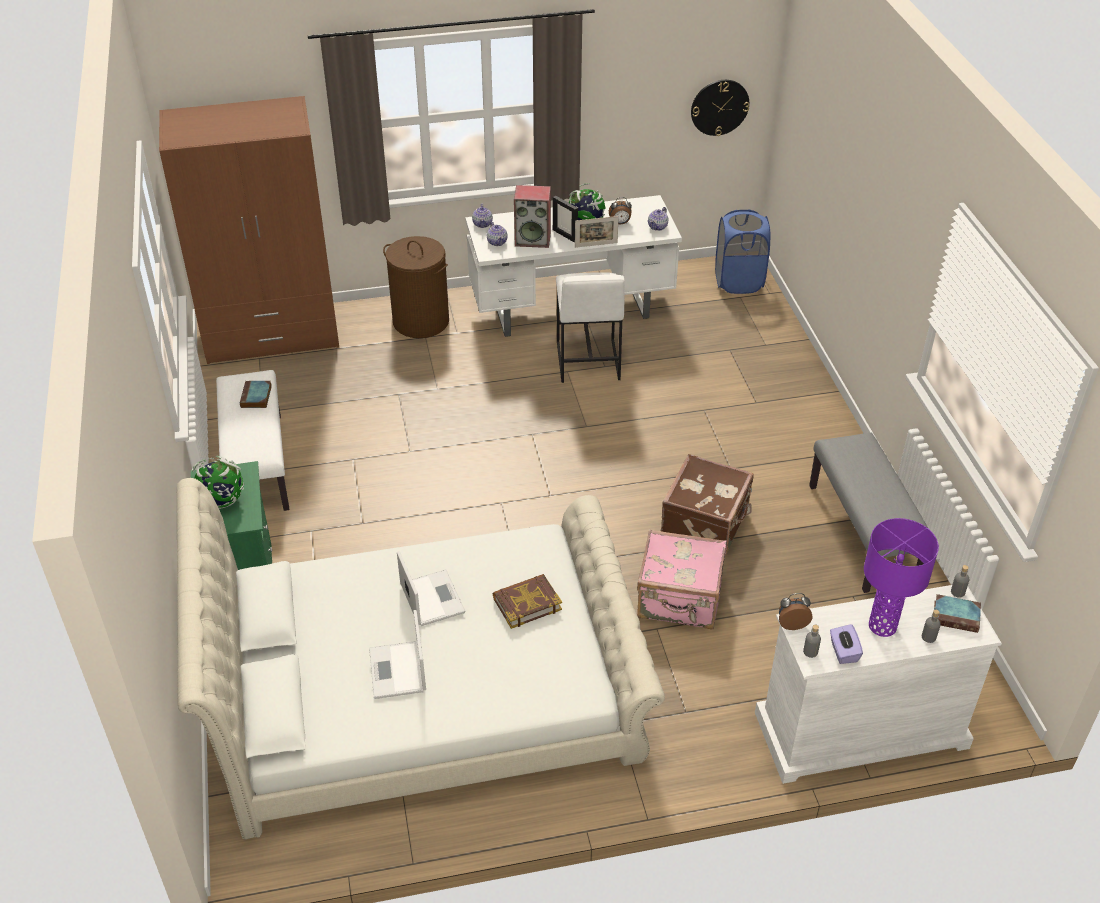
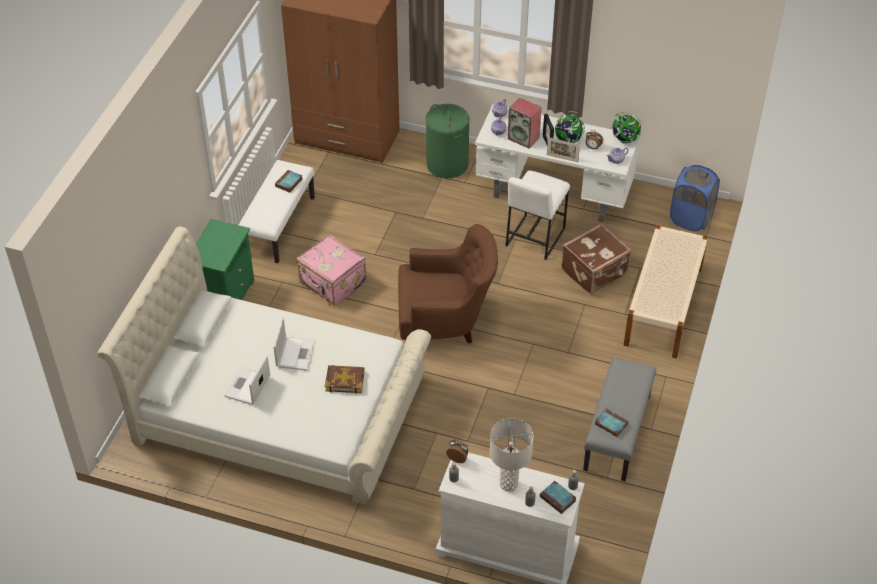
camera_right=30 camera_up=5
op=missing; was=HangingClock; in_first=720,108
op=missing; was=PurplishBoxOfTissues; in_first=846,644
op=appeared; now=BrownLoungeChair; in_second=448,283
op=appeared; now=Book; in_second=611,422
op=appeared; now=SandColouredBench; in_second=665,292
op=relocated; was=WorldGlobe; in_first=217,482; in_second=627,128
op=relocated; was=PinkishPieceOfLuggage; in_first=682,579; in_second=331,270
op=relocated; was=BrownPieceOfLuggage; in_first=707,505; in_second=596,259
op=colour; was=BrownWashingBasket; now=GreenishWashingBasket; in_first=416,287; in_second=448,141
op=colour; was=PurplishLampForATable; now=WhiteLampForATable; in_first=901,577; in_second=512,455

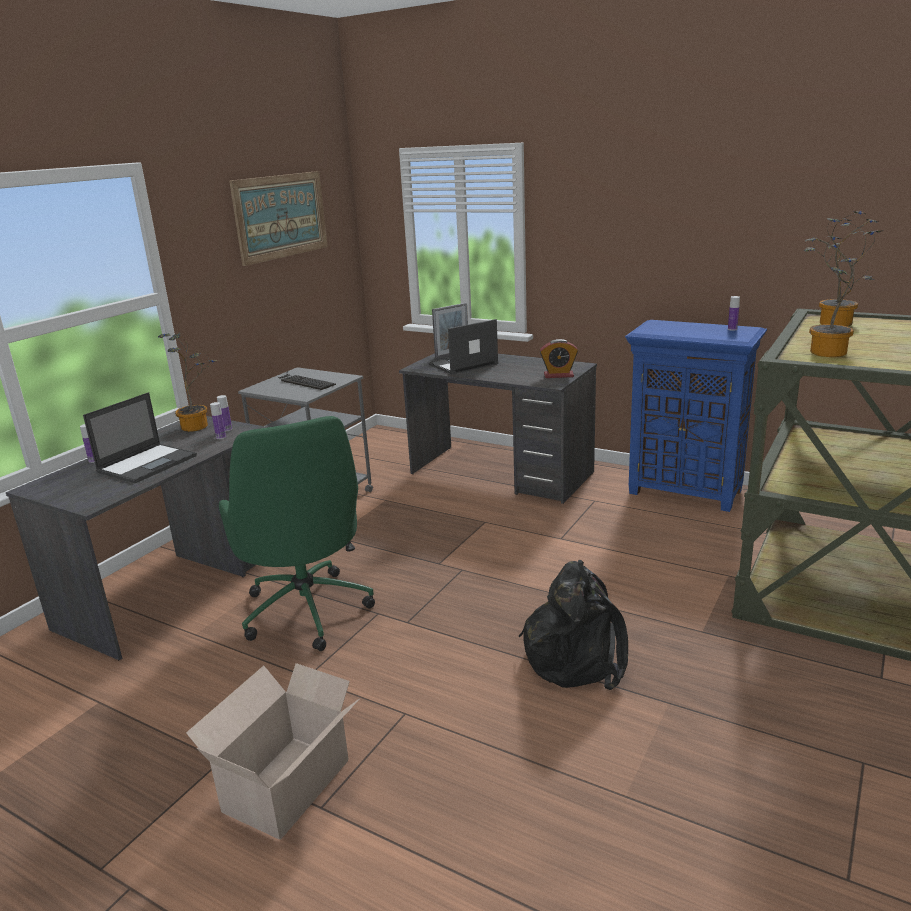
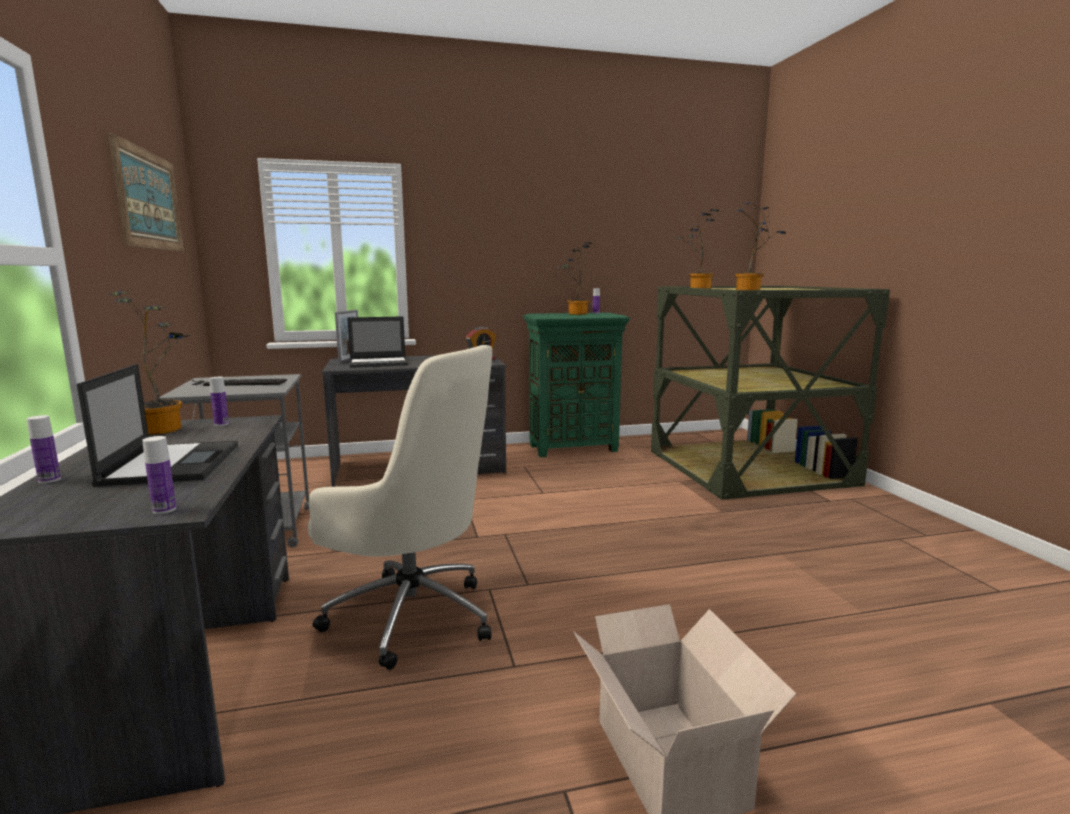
camera_right=-45 camera_up=-10
op=missing; was=BlackColouredBackpack; in_first=573,625
op=appeared; now=Houseplant; in_second=574,278
op=relocated; was=Bottle; in_first=218,420; in_second=159,475
op=colour; was=GreenishOfficeChair; now=SandColouredOfficeChair; in_first=297,533; in_second=400,507
op=colour; was=BlueColouredStorageCabinet; now=GreenishStorageCabinet; in_first=696,416; in_second=576,384
op=spun; was=PortableComputer; in_first=464,346; in_second=377,342; clockwise=-120

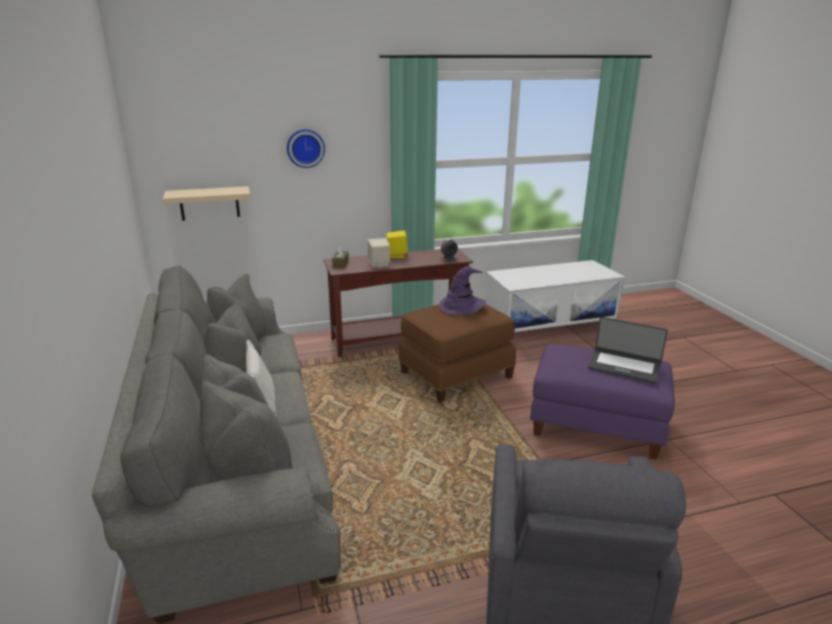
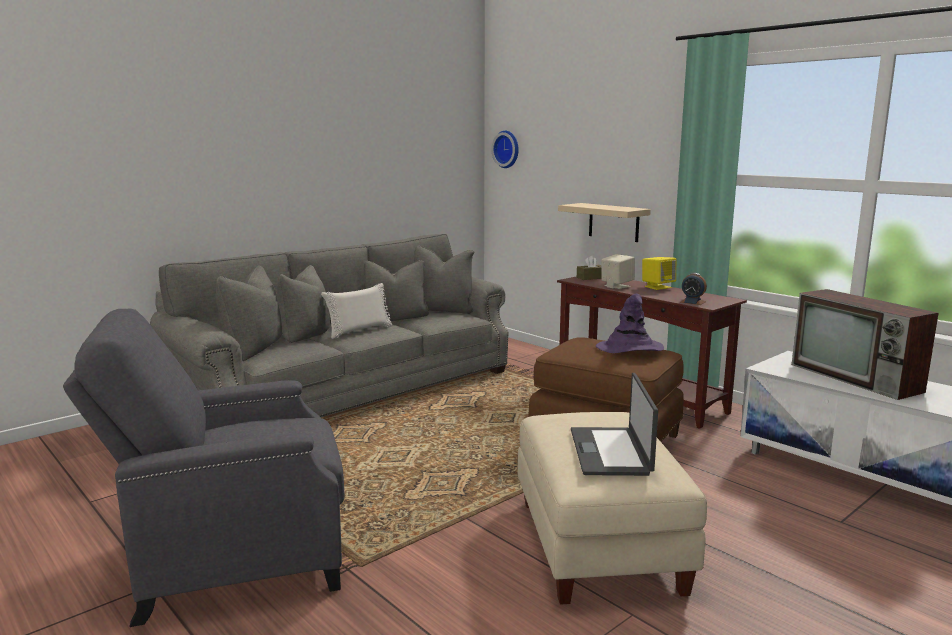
camera_right=65 camera_up=-10
op=appeared; now=TvSet; in_second=865,344
op=relocated; was=SandColouredShelf; in_first=207,203; in_second=604,222
op=relocated; was=HangingClock; in_first=306,148; in_second=505,149
op=colour; was=PurplishPouffe; now=SandColouredPouffe; in_first=602,401; in_second=612,508

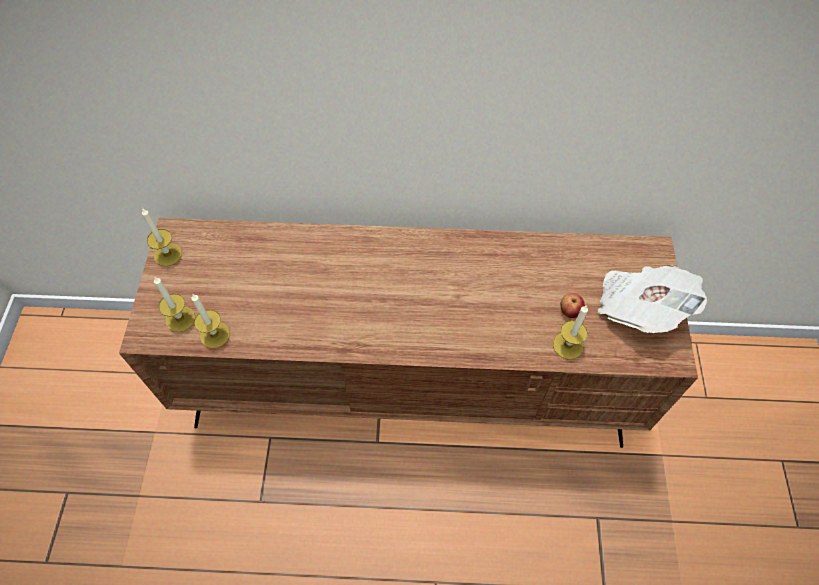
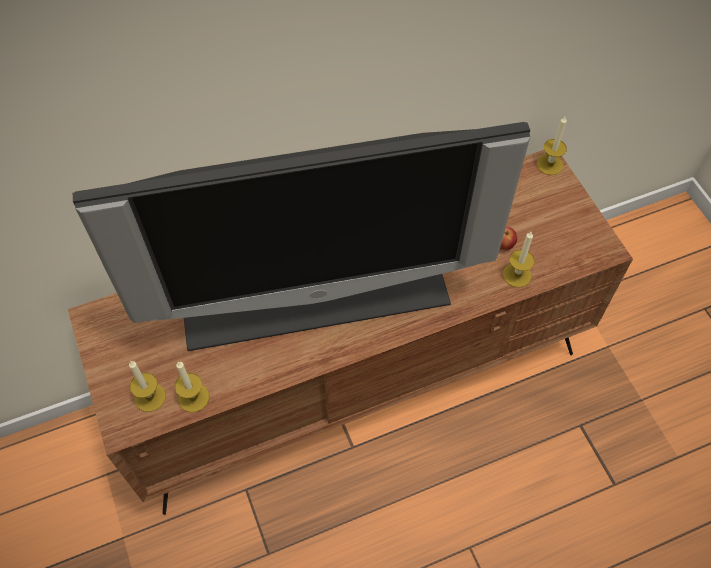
camera_right=-25 camera_up=0
op=missing; was=PrintedPaper; in_first=652,299
op=appeared; now=TvSet; in_second=301,236
op=relocated; was=WaxCandle; in_first=162,237; in_second=552,146

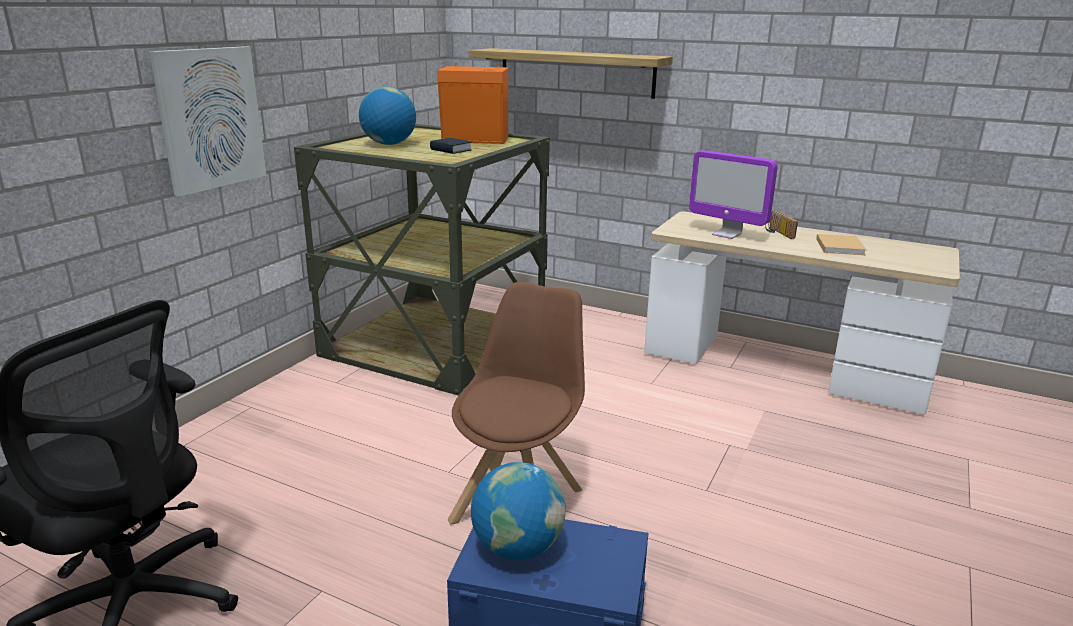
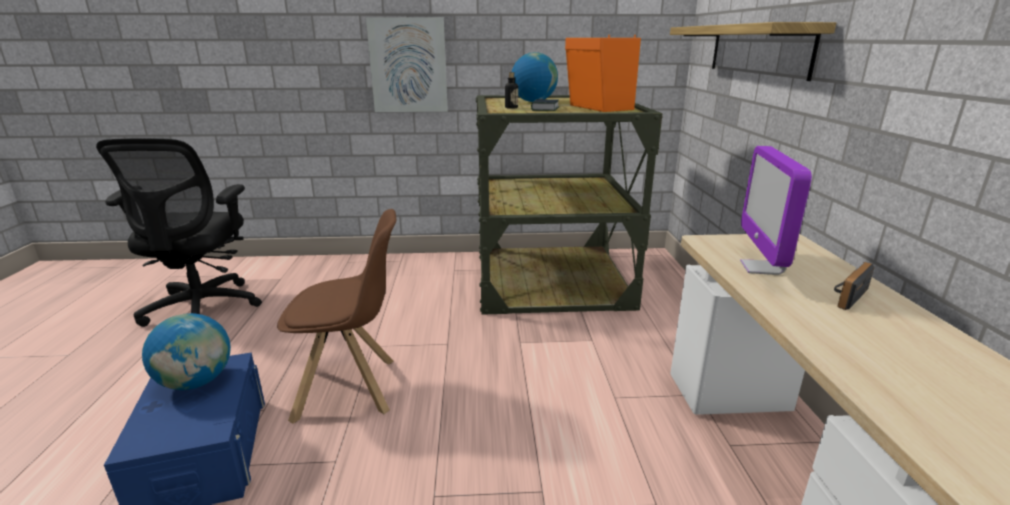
camera_right=60 camera_up=0
op=missing; was=SandColouredBook; in_first=841,244
op=appeared; now=Bottle; in_second=511,90

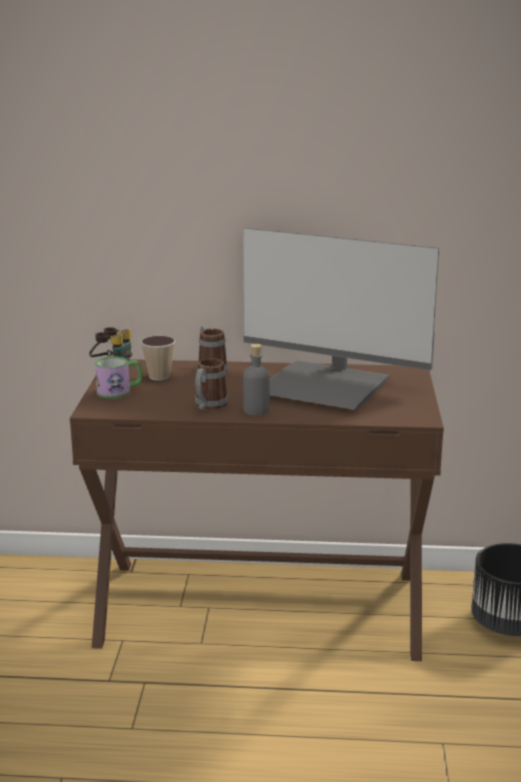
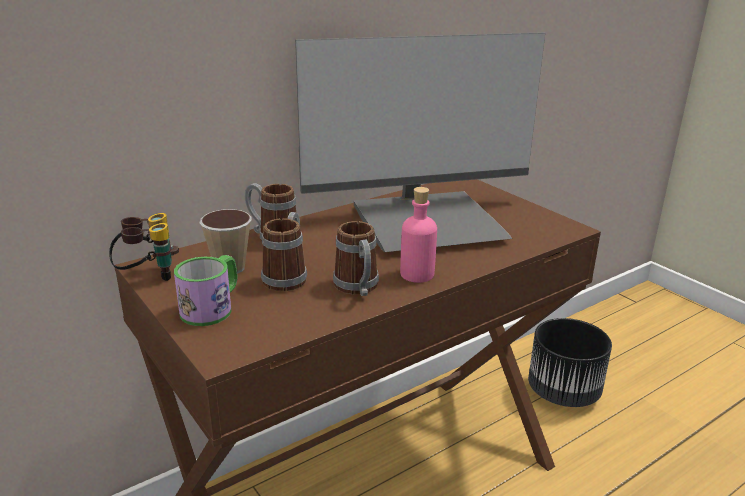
camera_right=-40 camera_up=5
op=appeared; now=TeaMug; in_second=284,251
op=colour; was=GrayBottle; now=PinkishBottle; in_first=256,380; in_second=418,235

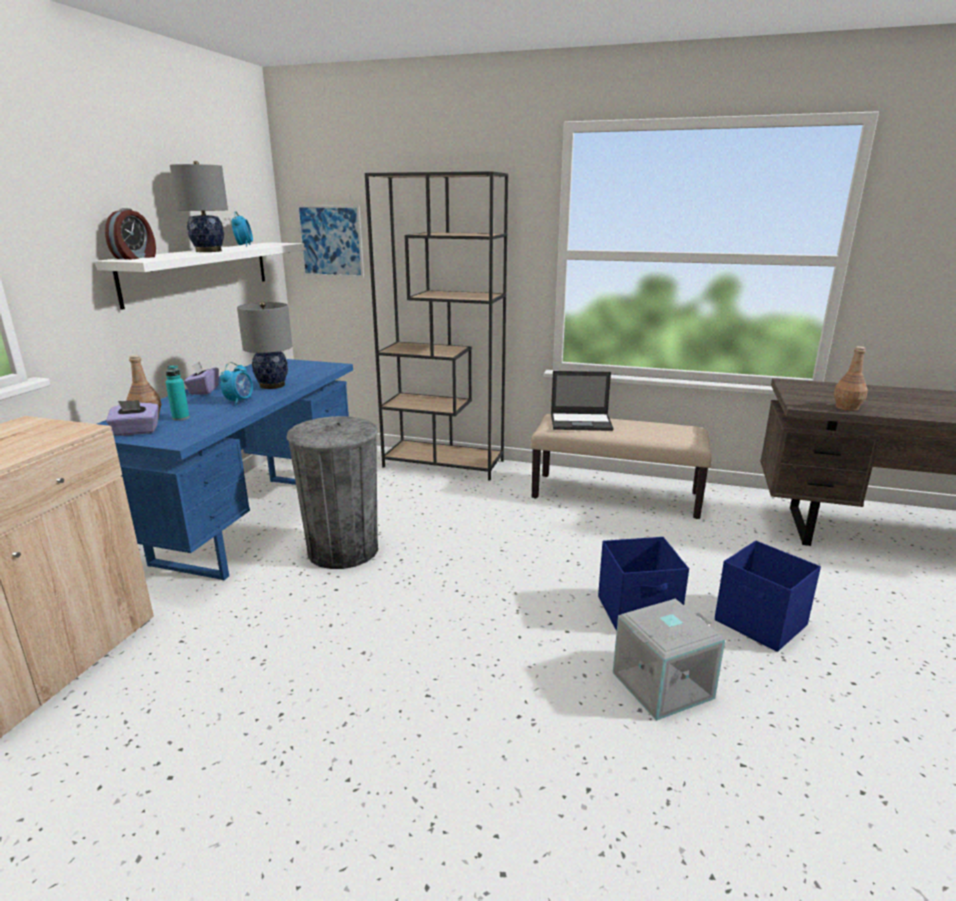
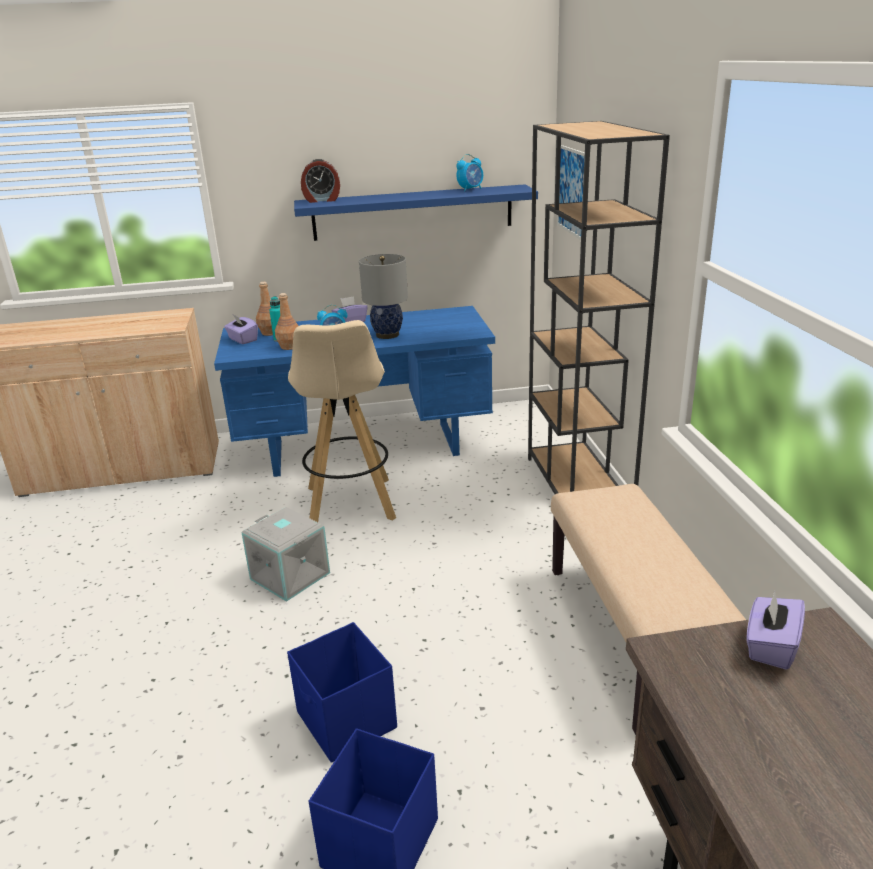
camera_right=65 camera_up=5
op=missing; was=GrayLampForATable; in_first=199,206
op=missing; was=PortableComputer; in_first=582,401
op=appeared; now=PurplishBoxOfTissues; in_second=776,630
op=relocated; was=GrayStorageBin; in_first=669,660; in_second=285,554
op=relocated; was=BrownBottle; in_first=851,378; in_second=286,321
op=exchanged; was=GrayRubbishBin; now=SandColouredSittingStool; in_first=332,492; in_second=342,421
op=colour; was=WhiteShelf; now=BlueColouredShelf; in_first=200,276; in_second=416,212

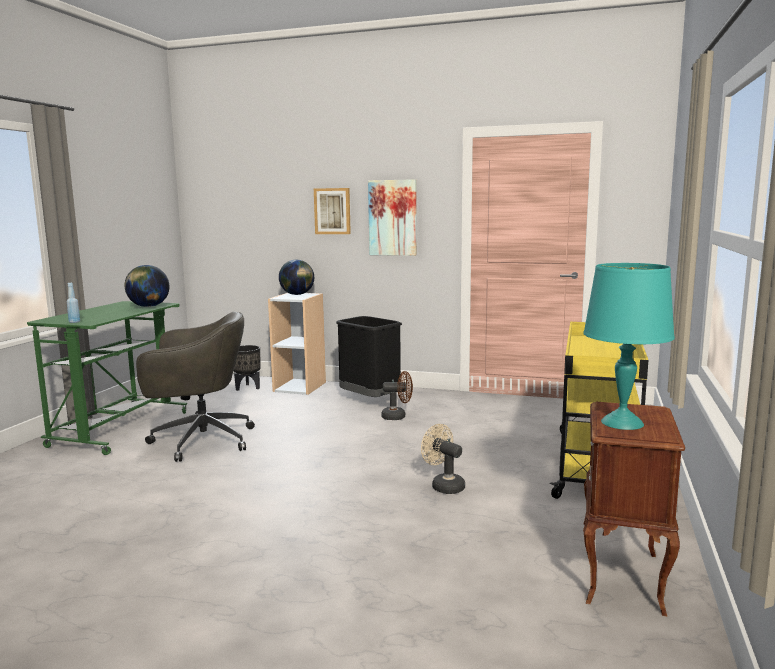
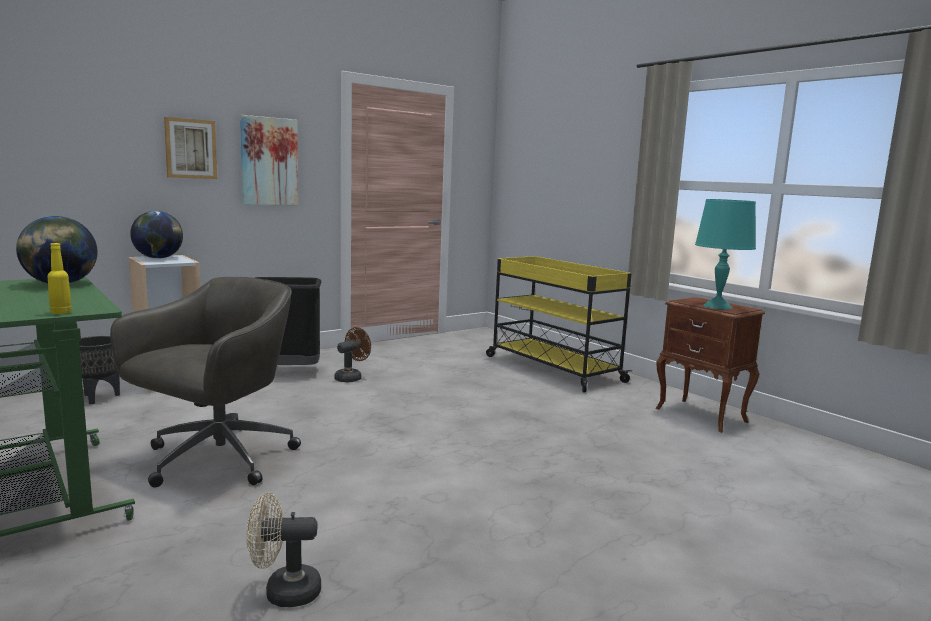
camera_right=-55 camera_up=0
op=relocated; was=SandColouredCoolingFan; in_first=443,459; in_second=283,550
op=colour; was=BlueColouredBottle; now=YellowishBottle; in_first=73,303; in_second=59,278

